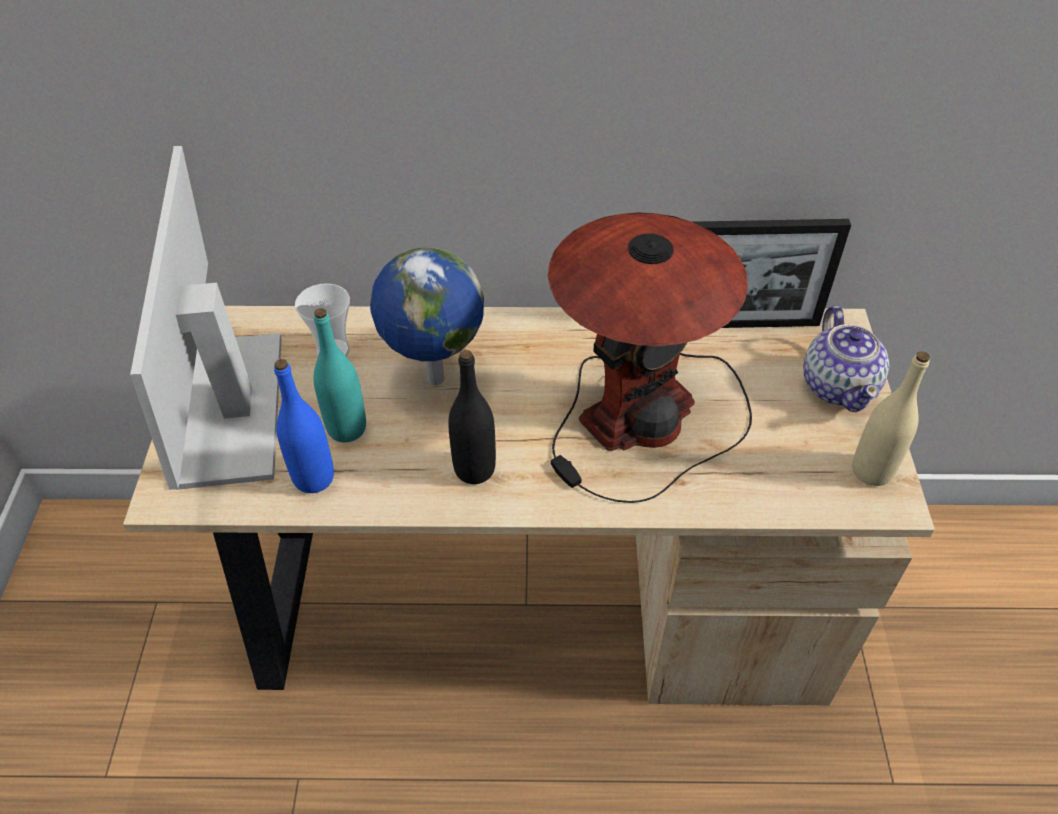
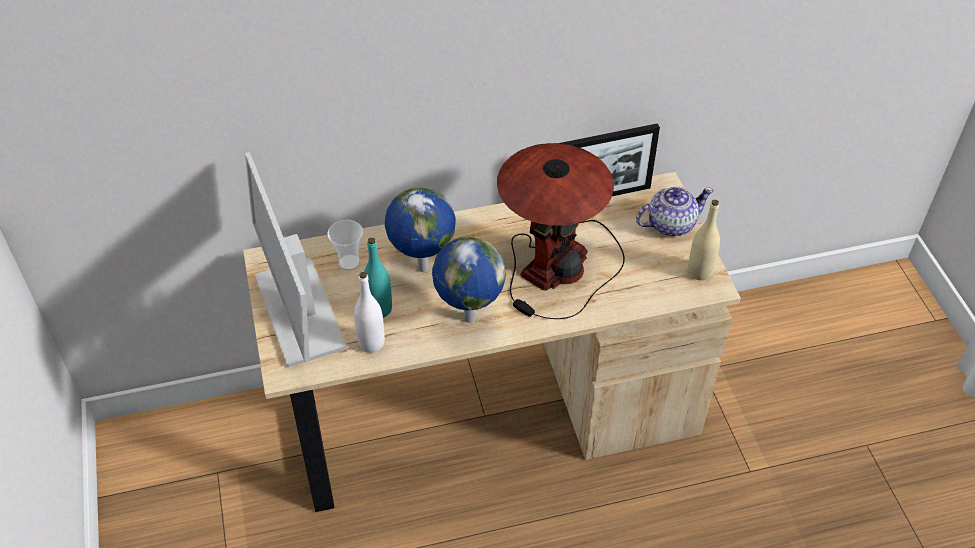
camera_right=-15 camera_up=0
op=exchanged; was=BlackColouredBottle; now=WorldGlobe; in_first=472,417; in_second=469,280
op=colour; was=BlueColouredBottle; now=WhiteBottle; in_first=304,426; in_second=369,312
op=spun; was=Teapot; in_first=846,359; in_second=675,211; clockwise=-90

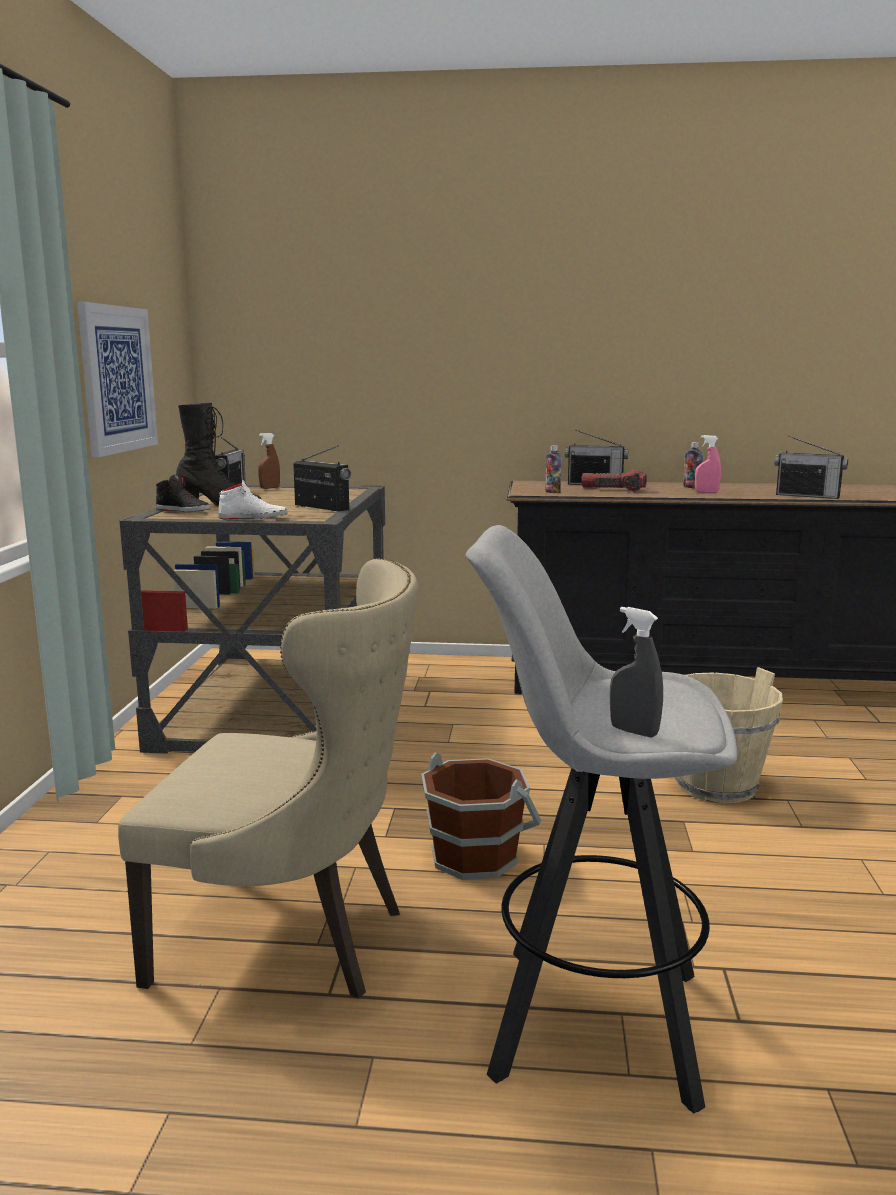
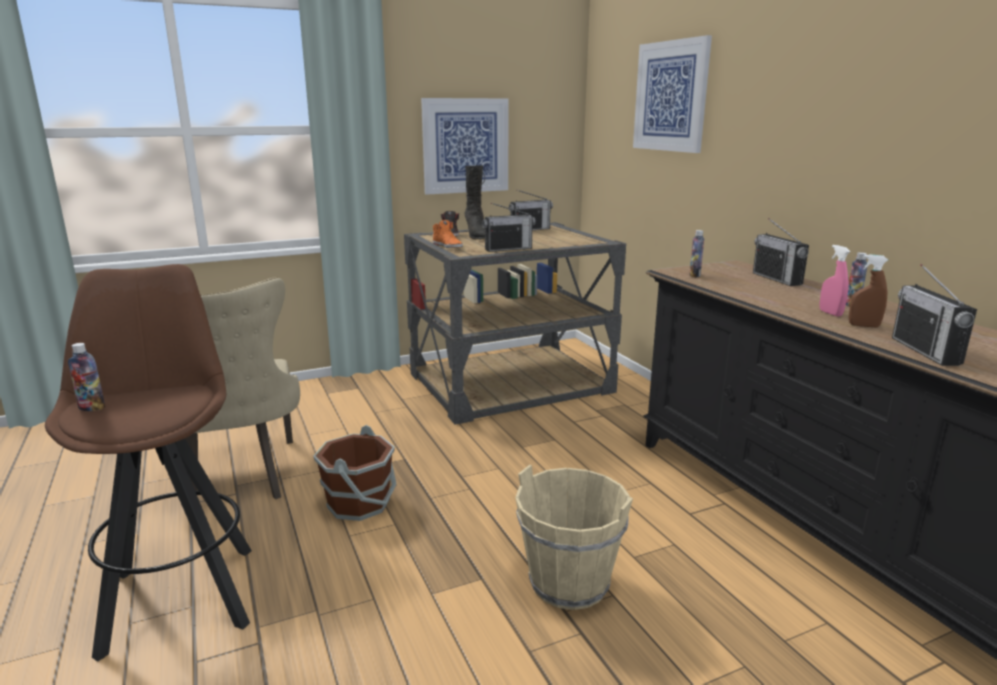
camera_right=60 camera_up=5
op=missing; was=HandTorch; in_first=614,480
op=appeared; now=Picture; in_second=672,94
op=relocated; was=BrownHandSprayer; in_first=269,461; in_second=868,290
op=exchanged; was=GrayHandSprayer; now=Bottle; in_first=636,672; in_second=86,377
op=colour; was=WhiteItemOfFootwear; now=OrangeColouredItemOfFootwear; in_first=253,499; in_second=448,234
op=colour; was=GraySittingStool; now=BrownSittingStool; in_first=601,819; in_second=148,462
op=spun; was=Radio; in_first=322,478; in_second=509,227; clockwise=60

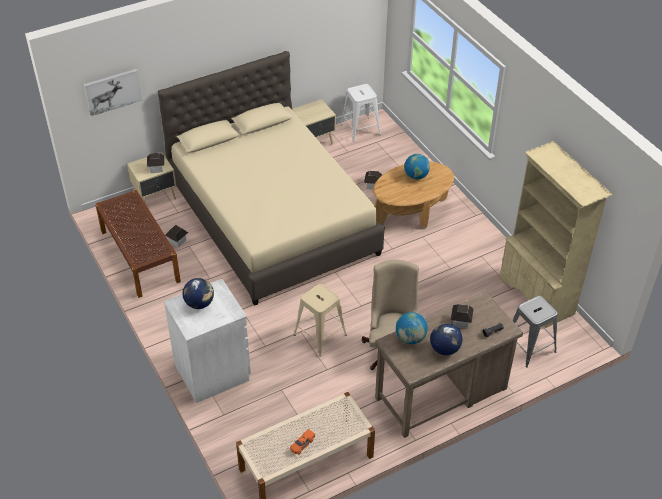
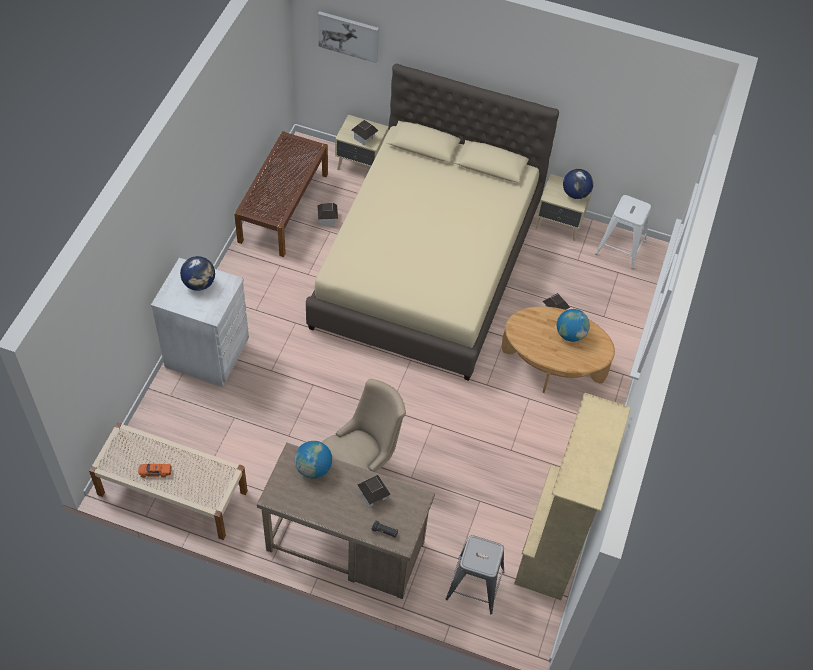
camera_right=45 camera_up=10
op=missing; was=SandColouredSittingStool; in_first=320,320
op=relocated; was=WorldGlobe; in_first=446,339; in_second=578,184

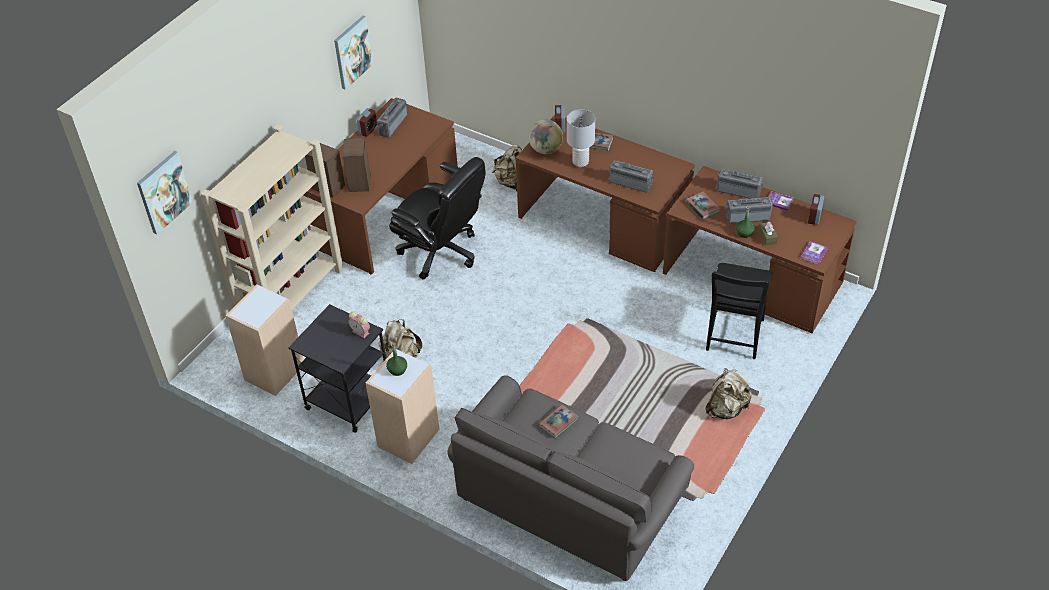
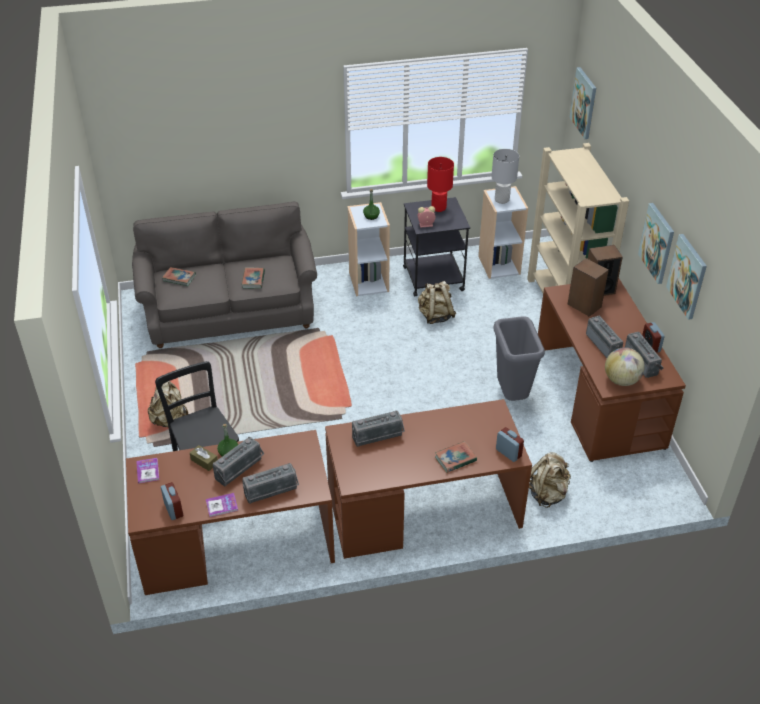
camera_right=135 camera_up=-5
op=appeared; now=RedColouredLampForATable; in_second=440,184
op=appeared; now=Radio; in_second=604,337
op=appeared; now=Picture; in_second=656,243
op=relocated; was=WorldGlobe; in_first=546,137; in_second=625,366
op=relocated; was=GrayLampForATable; in_first=581,138; in_second=505,176
op=relocated; was=Book; in_first=703,205; in_second=179,276
op=exchanged; was=BlackColouredOfficeChair; now=GrayRubbishBin; in_first=437,218; in_second=519,358

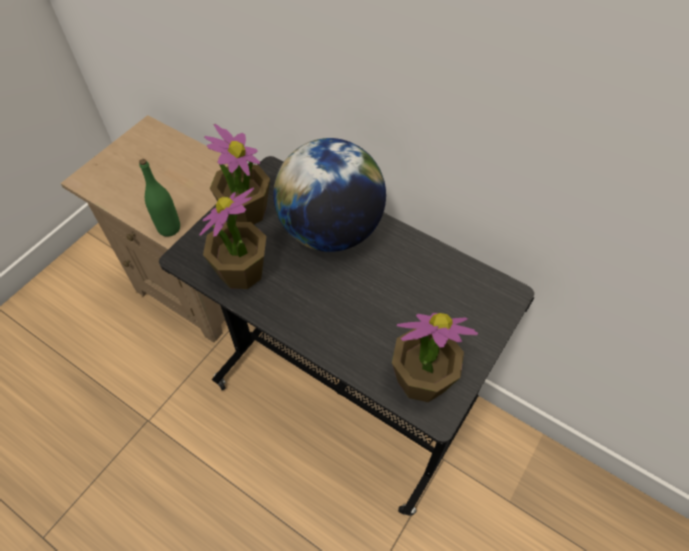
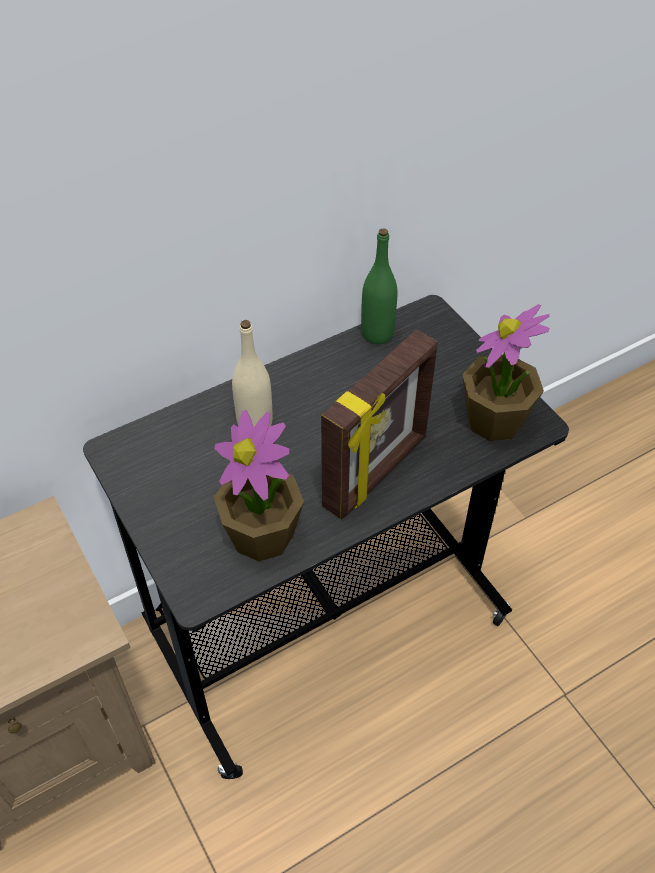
camera_right=-65 camera_up=-5
op=missing; was=Houseplant; in_first=237,174
op=appeared; now=StandingFrame; in_second=379,424
op=relocated; was=GreenishBottle; in_first=159,198; in_second=379,286
op=exchanged; was=WorldGlobe; now=SandColouredBottle; in_first=329,195; in_second=252,374

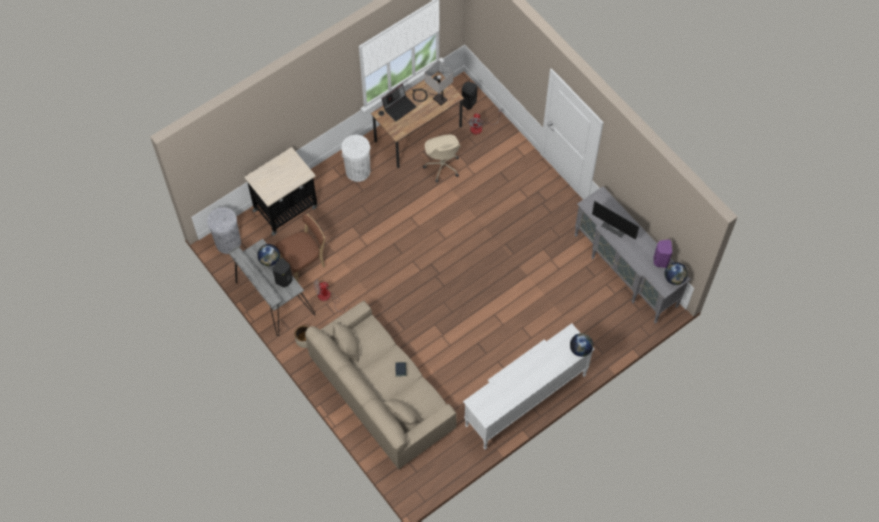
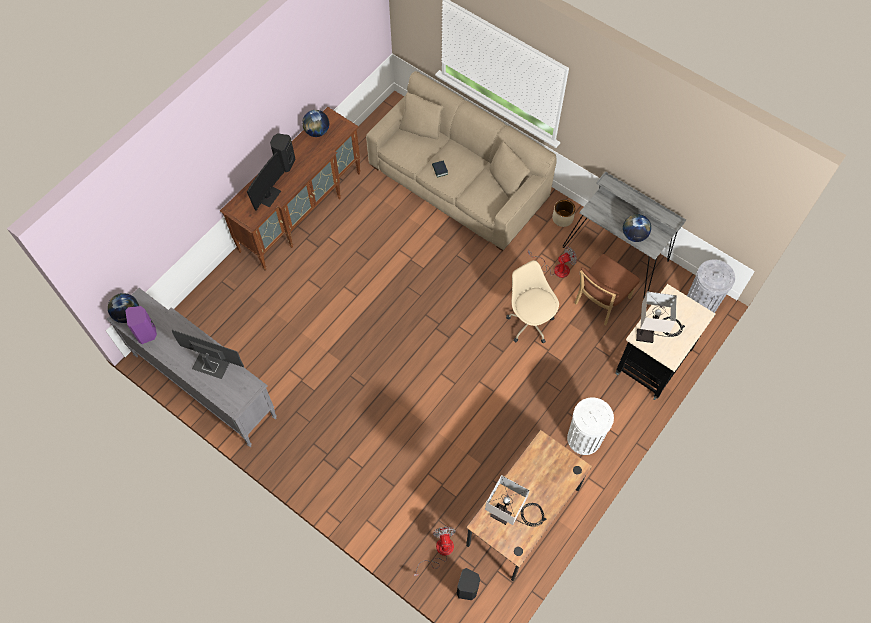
camera_right=165 camera_up=0
op=missing; was=PortableComputer; in_first=399,102
op=appeared; now=Monitor; in_second=265,181
op=appeared; now=LampForATable; in_second=660,317
op=relocated; was=BlackColouredAudioSpeaker; in_first=282,272; in_second=283,152
op=relocated; was=SandColouredOfficeChair; in_first=442,159; in_second=532,301
op=relocated; was=WorldGlobe; in_first=581,345; in_second=315,123
op=colour; was=WhiteStorageCabinet; now=BrownStorageCabinet; in_first=529,386; in_second=290,189

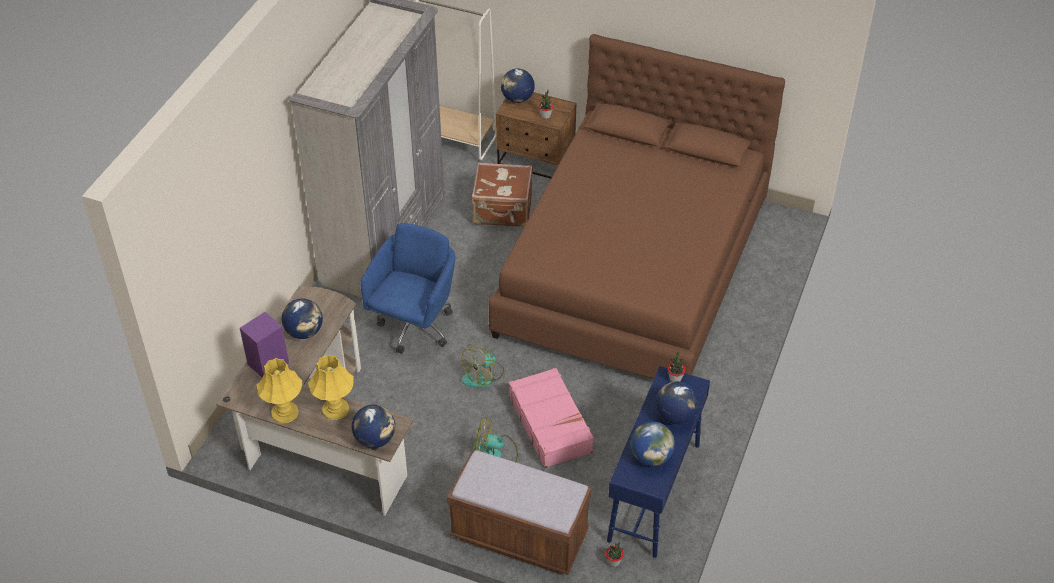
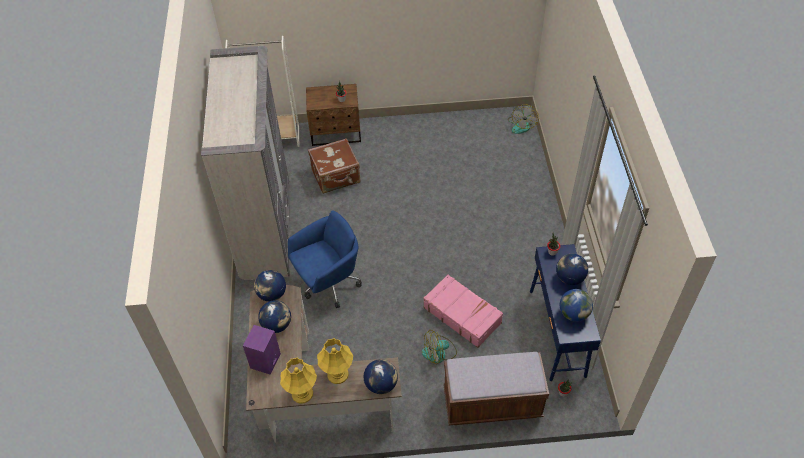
camera_right=-25 camera_up=5
op=missing; was=BrownBed; in_first=636,206
op=relocated; was=CoolingFan; in_first=483,366; in_second=523,119
op=relocated; was=WorldGlobe; in_first=518,86; in_second=270,286
op=spun; was=BlueColouredOfficeChair; in_first=407,288; in_second=325,259; clockwise=60

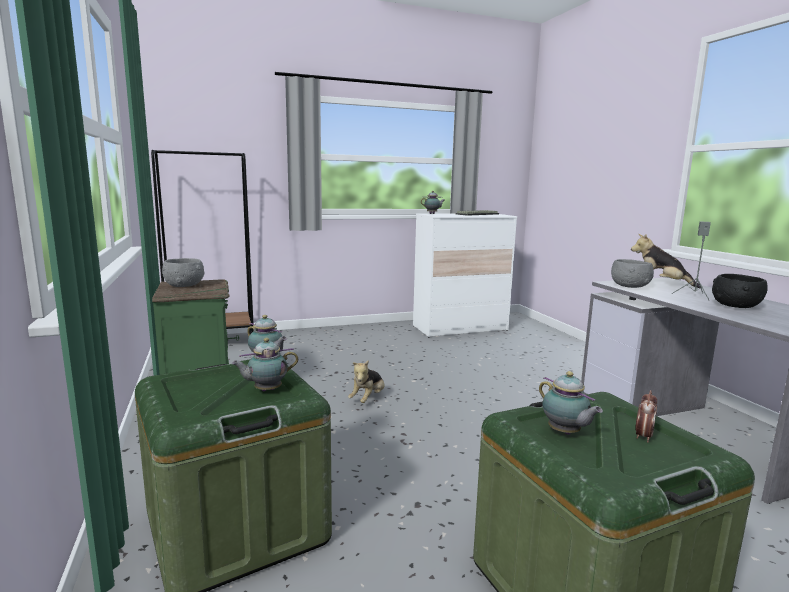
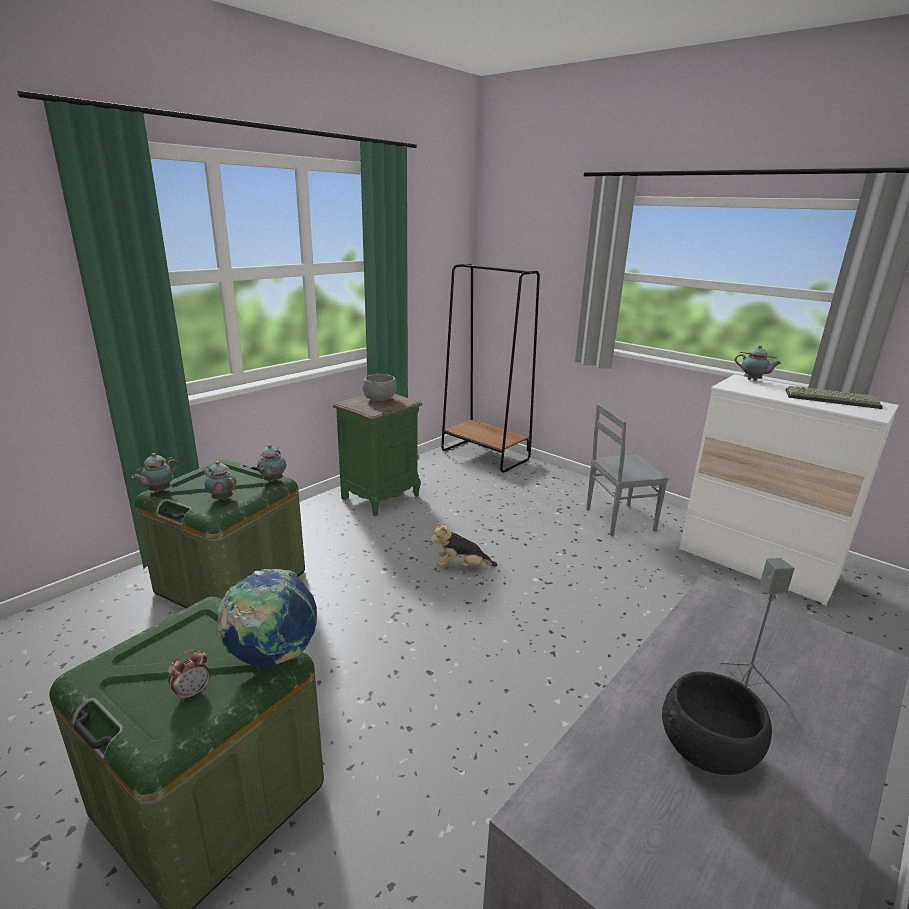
camera_right=60 camera_up=10
op=missing; was=GrayServingBowl; in_first=632,273
op=missing; was=PlushToy; in_first=665,261
op=appeared; now=WorldGlobe; in_second=267,617
op=appeared; now=GrayChair; in_second=627,469
op=relocated; was=Teapot; in_first=571,403; in_second=155,472
op=spun; was=BedsideClock; in_first=646,416; in_second=189,676; clockwise=-45

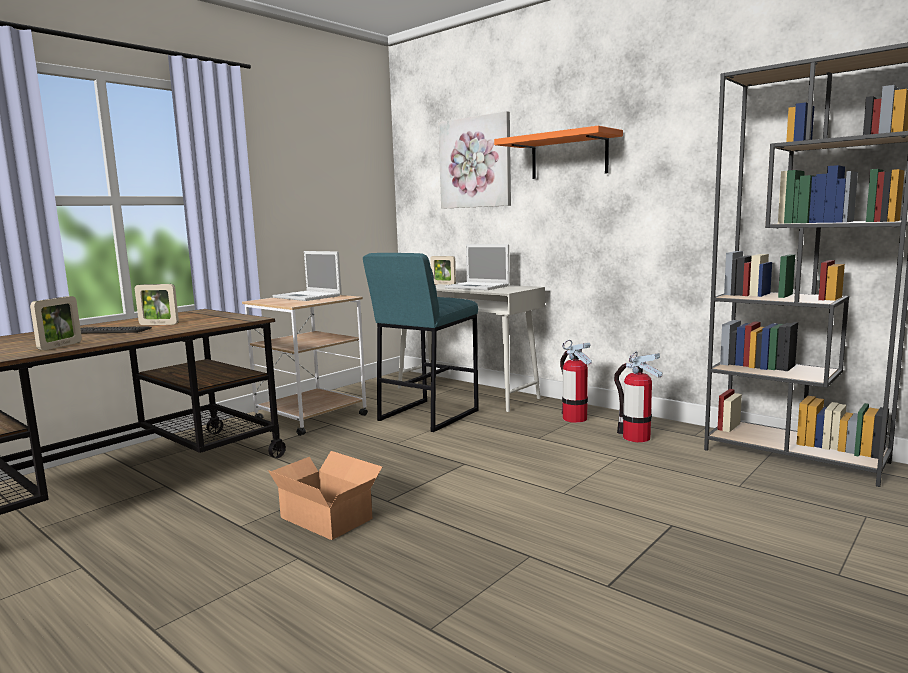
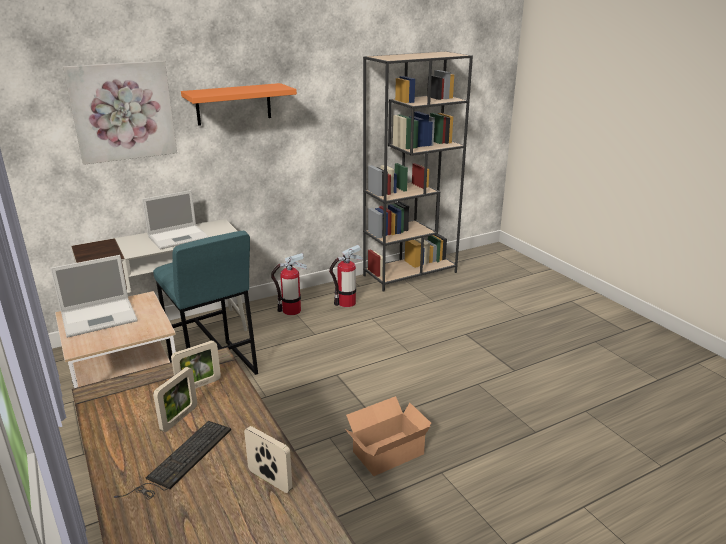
camera_right=-70 camera_up=15
op=relocated; was=StandingFrame; in_first=443,270; in_second=196,364

